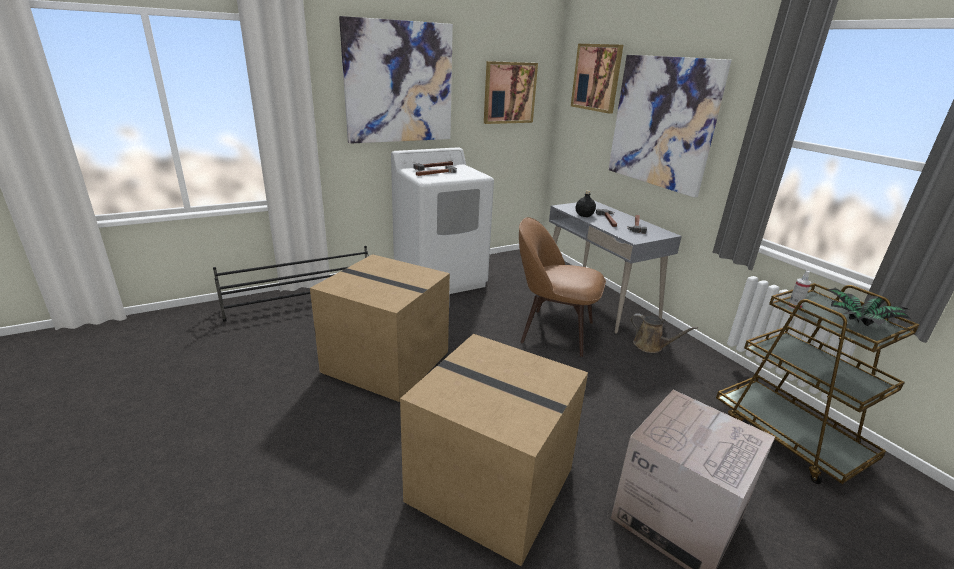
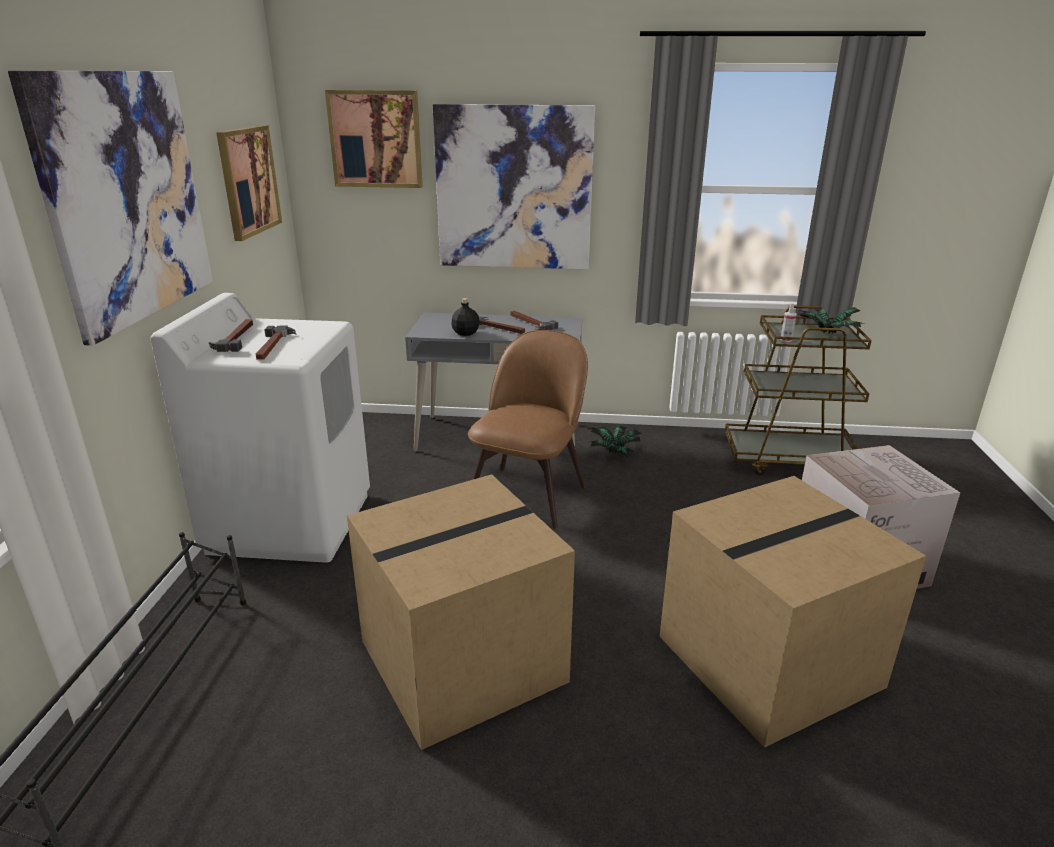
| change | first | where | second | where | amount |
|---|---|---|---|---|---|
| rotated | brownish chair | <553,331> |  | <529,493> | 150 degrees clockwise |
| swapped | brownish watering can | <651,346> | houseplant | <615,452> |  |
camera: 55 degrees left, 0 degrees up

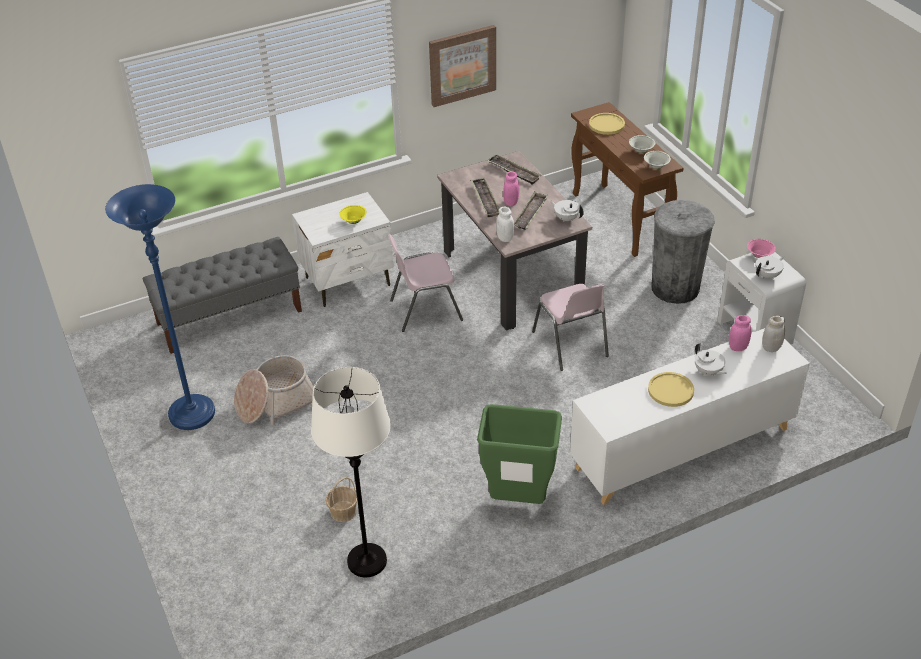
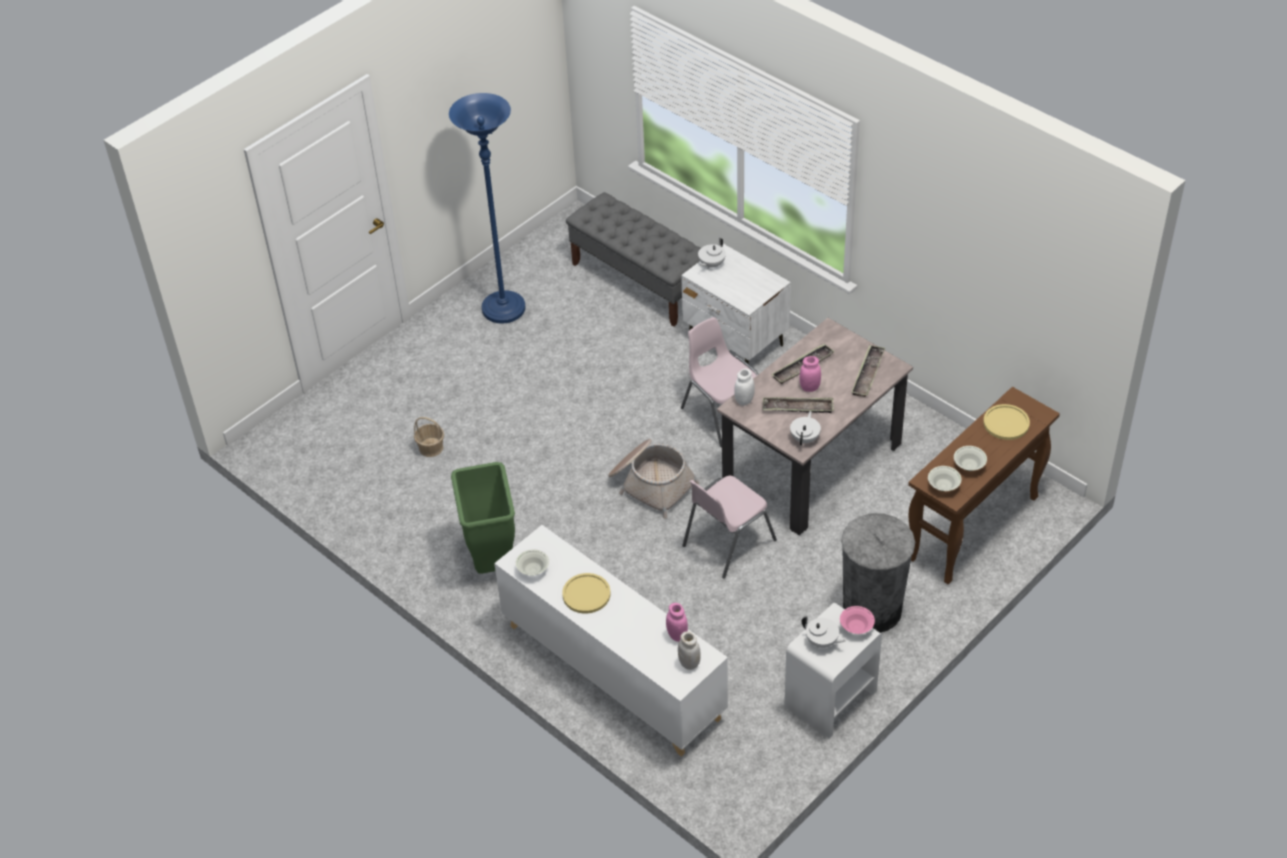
| change | first | where | second | where | amount |
|---|---|---|---|---|---|
| new |  |  | whitish deep dish | <533,570> |  |
| shifted | basket | <275,402> |  | <651,484> |  |
| shifted | whitish pot for tea | <708,372> |  | <711,264> |  |
| gone | whitish floor lamp | <366,561> |  |  |  |
| gone | yellow-coloured deep dish | <354,221> |  |  |  |
| gone | wall art | <462,65> |  |  |  |
camera: 70 degrees right, 5 degrees up

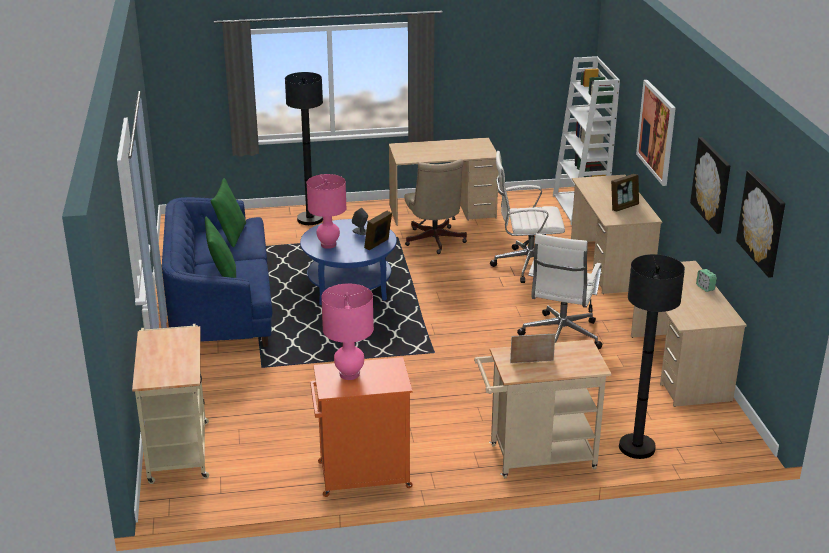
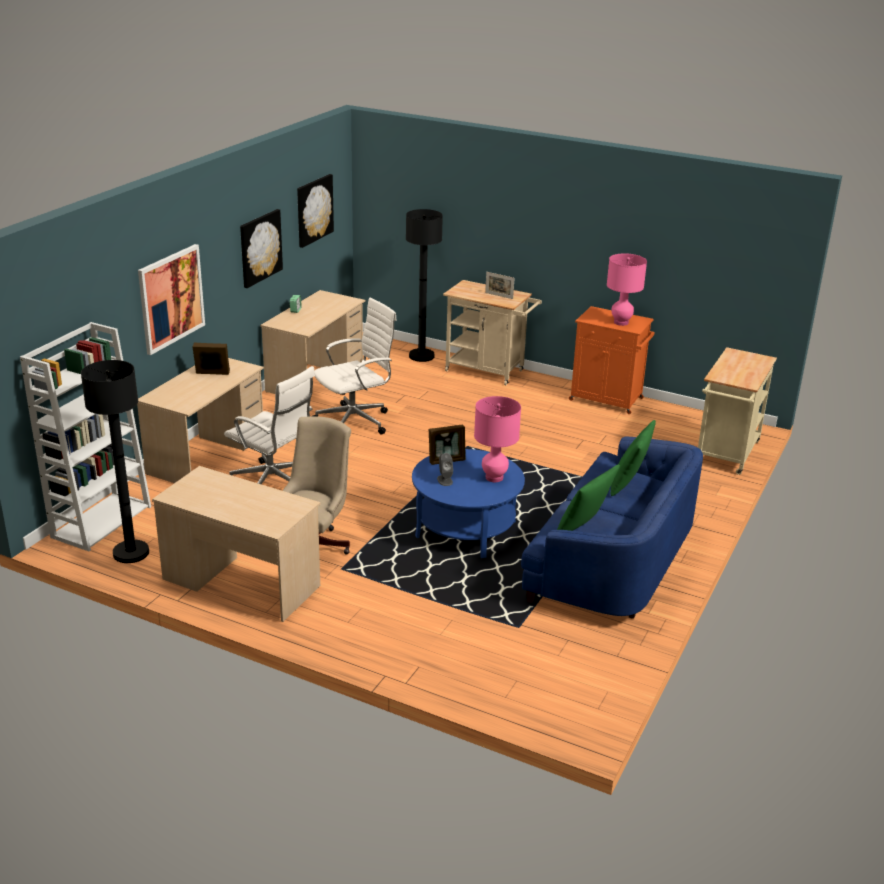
| change | first | where | second | where | amount |
|---|---|---|---|---|---|
| shifted | blackish floor lamp | <310,219> |  | <131,553> |  |
camera: 145 degrees left, 0 degrees up

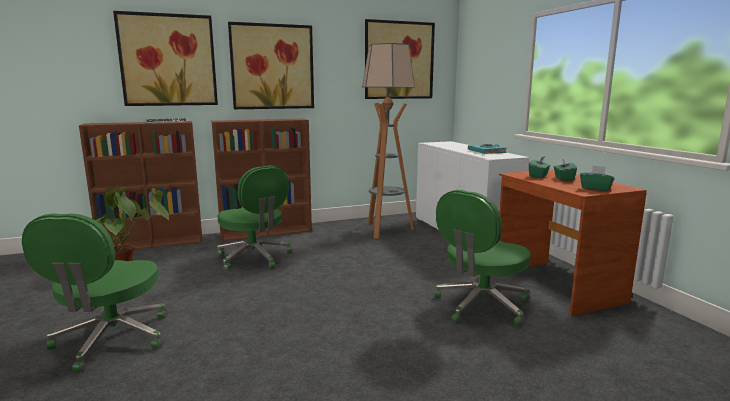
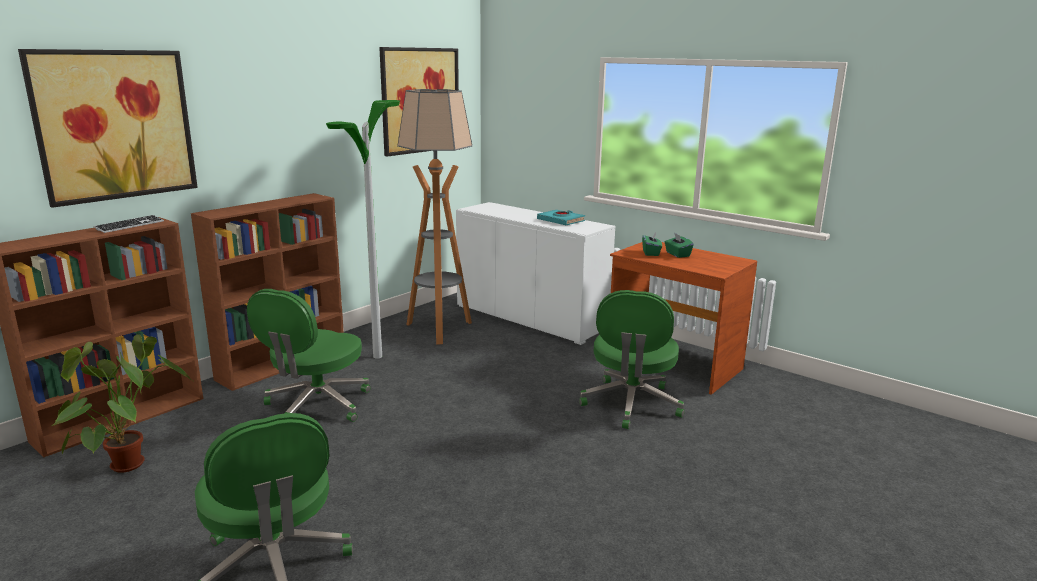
| change | first | where | second | where | amount |
|---|---|---|---|---|---|
| rotated | green desk chair | <254,258> |  | <316,406> | 90 degrees clockwise |
| new |  |  | floor lamp | <377,356> |  |
| gone | wall art | <272,67> |  |  |  |
| gone | green tissue holder | <595,189> |  |  |  |
camera: 30 degrees left, 5 degrees up

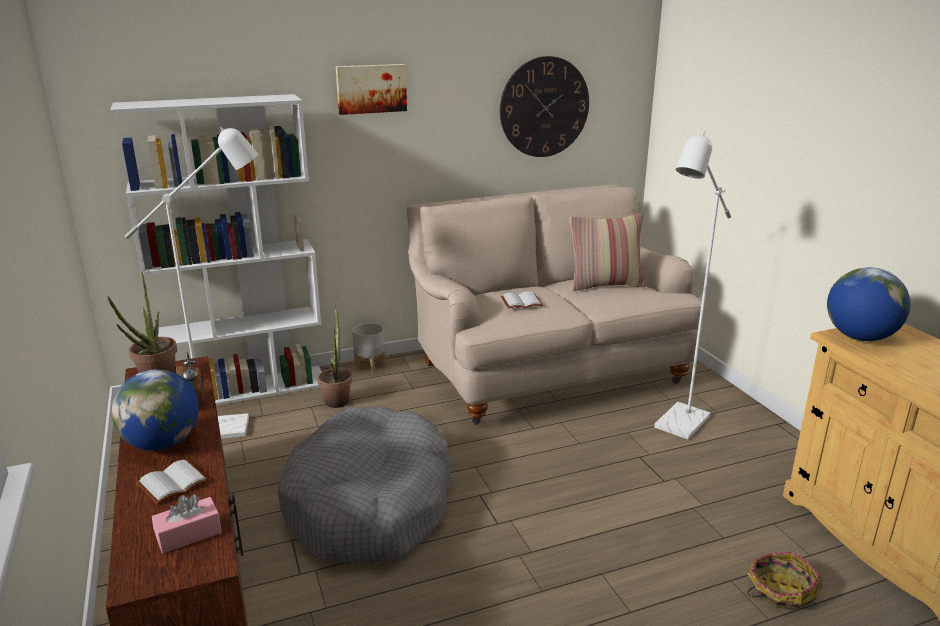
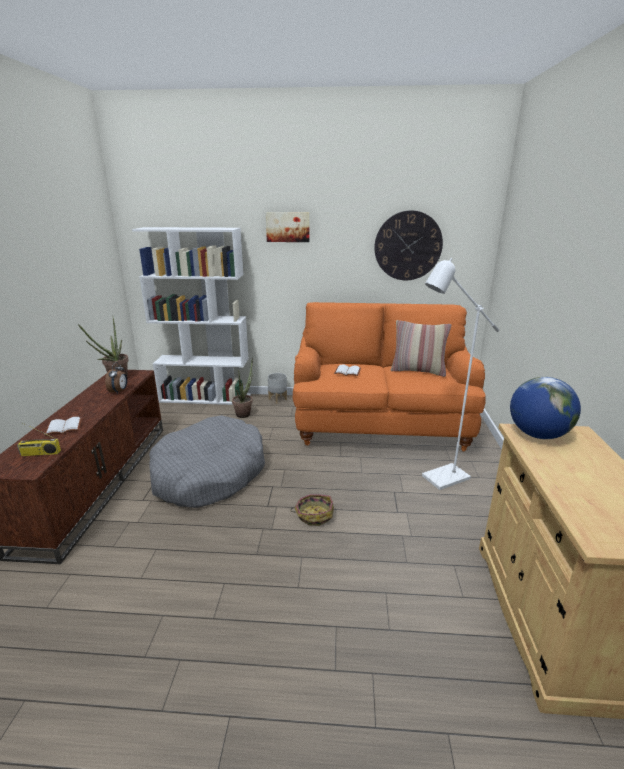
| change | first | where | second | where | amount |
|---|---|---|---|---|---|
| swapped | pink-coloured tissue holder | <189,534> | radio | <40,453> |  |
| shifted | basket | <780,590> |  | <314,515> |  |
| repainted | sand-coloured couch | <546,371> | orange-coloured couch | <380,424> |  |
| gone | globe | <162,443> |  |  |  |
| gone | whitish floor lamp | <231,428> |  |  |  |
camera: 25 degrees right, 0 degrees up

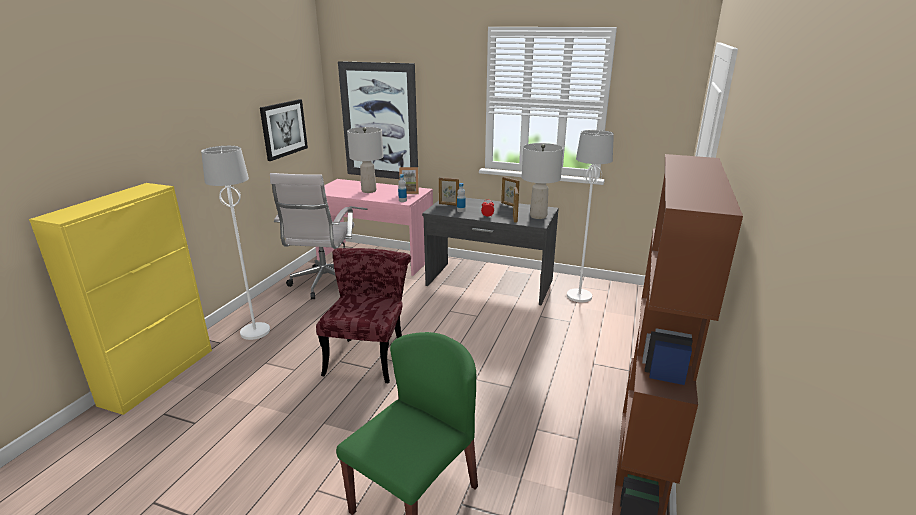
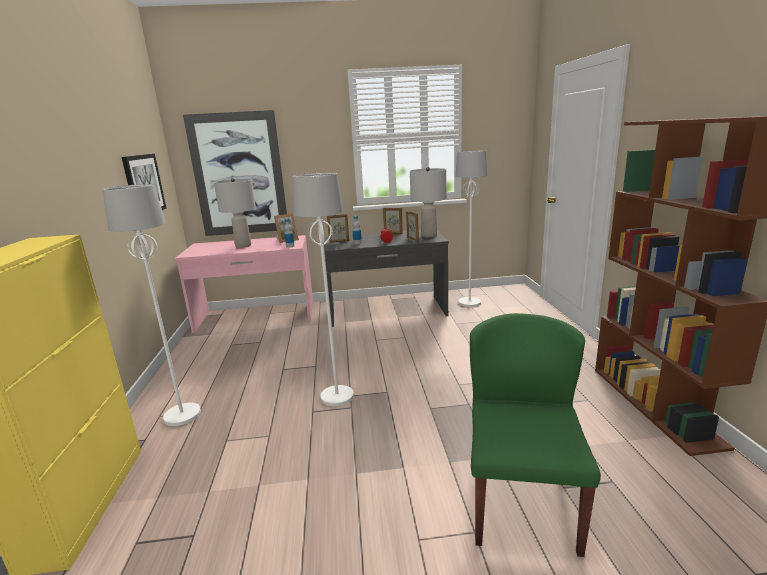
| change | first | where | second | where | amount |
|---|---|---|---|---|---|
| swapped | red-coloured chair | <369,354> | whitish floor lamp | <337,396> |  |
| gone | whitish desk chair | <323,284> |  |  |  |
camera: 25 degrees left, 5 degrees down

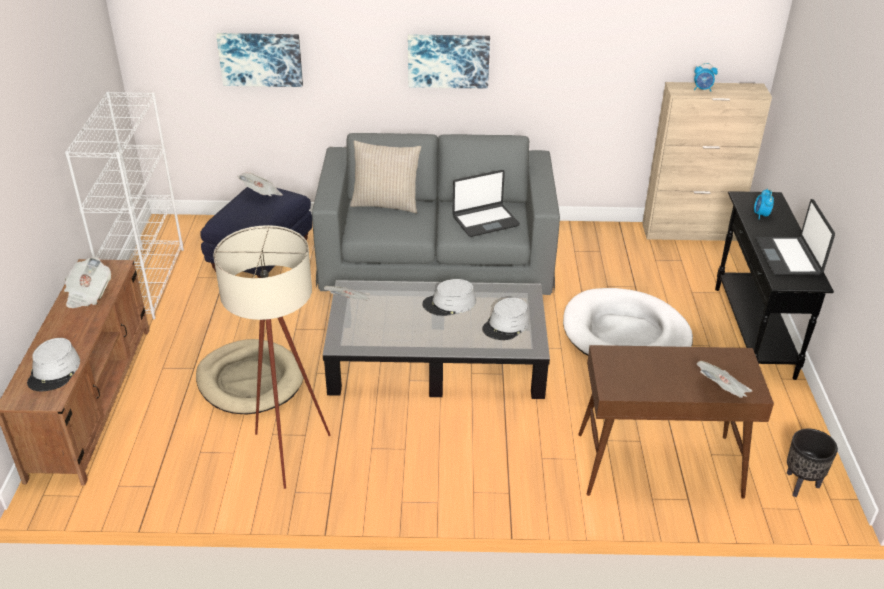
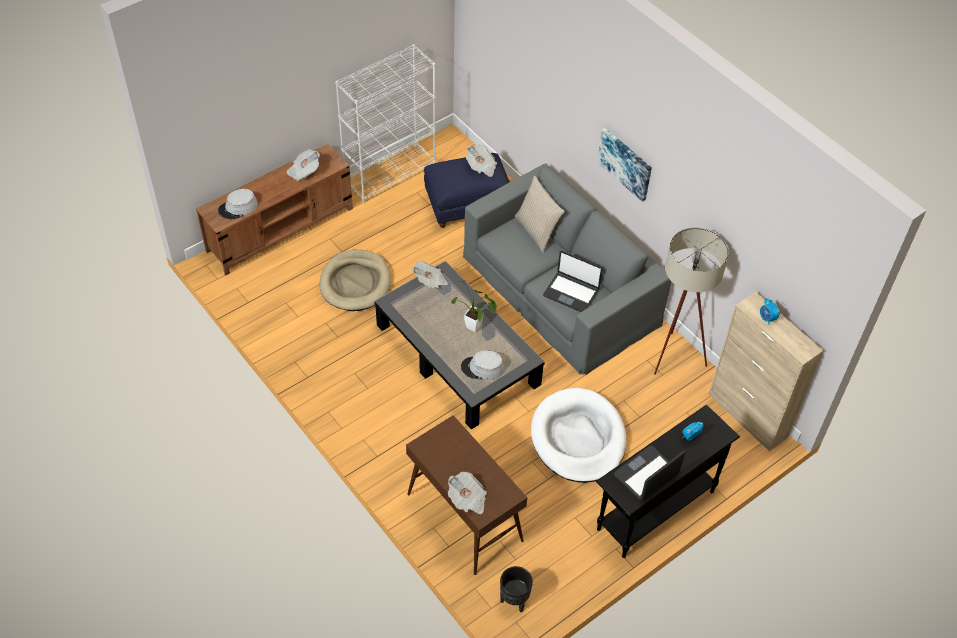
| change | first | where | second | where | amount |
|---|---|---|---|---|---|
| swapped | grey hat | <449,304> | houseplant | <476,328> |  |
| shifted | sand-coloured floor lamp | <288,459> |  | <672,361> |  |
| gone | wall art | <260,59> |  |  |  |
camera: 50 degrees right, 15 degrees up

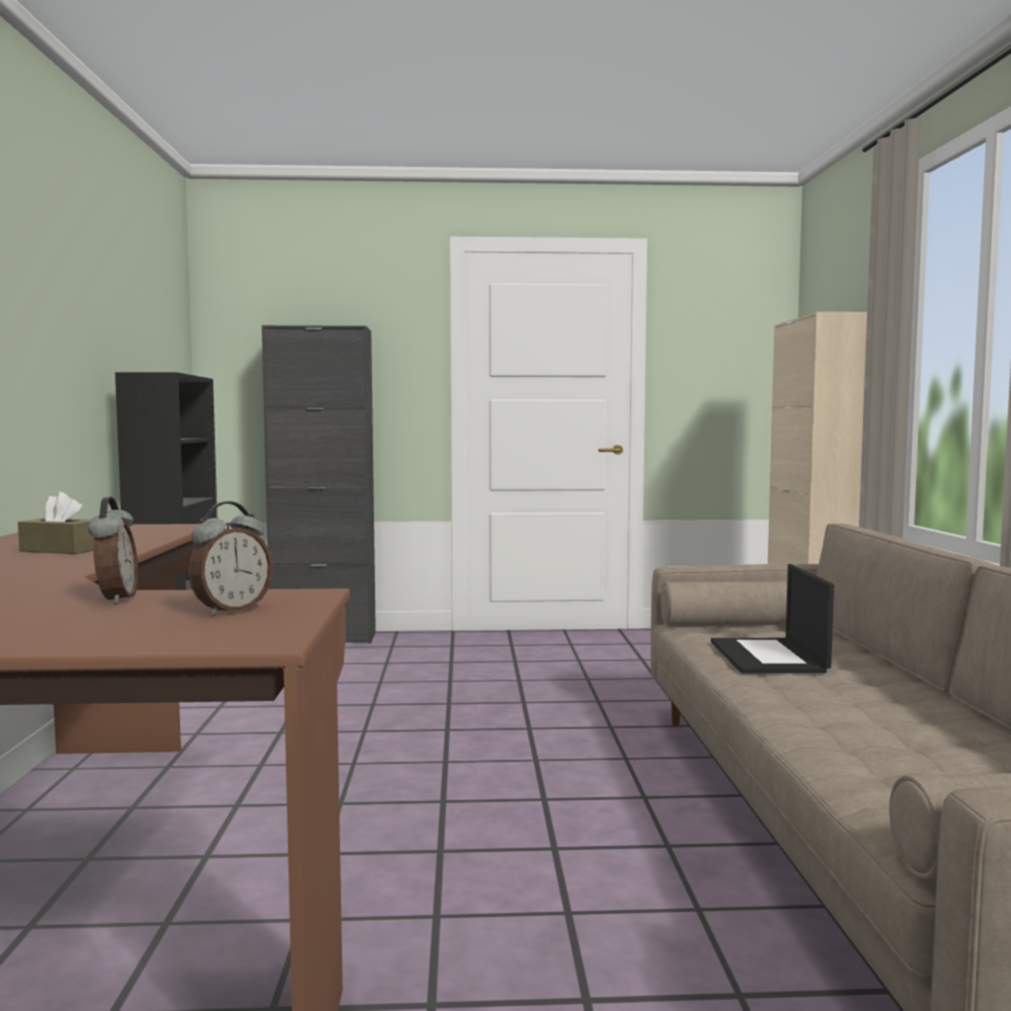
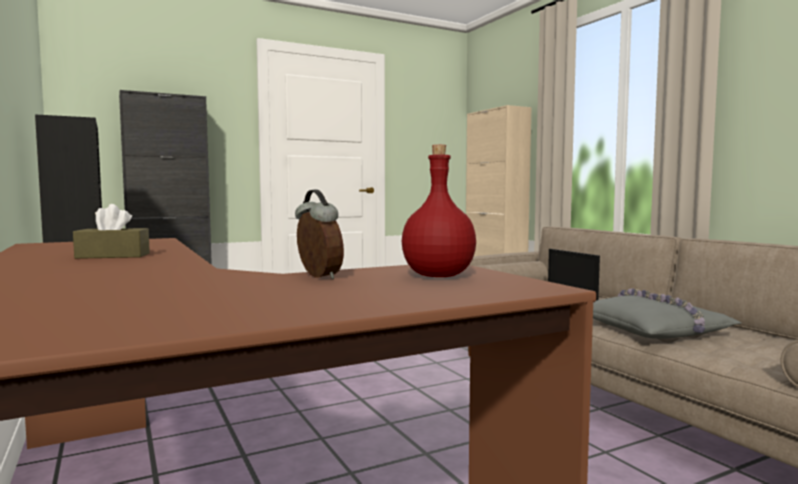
| change | first | where | second | where | amount |
|---|---|---|---|---|---|
| swapped | alarm clock | <231,610> | red-coloured bottle | <437,276> |  |
| new |  |  | grey throw pillow | <652,330> |  |
camera: 25 degrees left, 0 degrees up

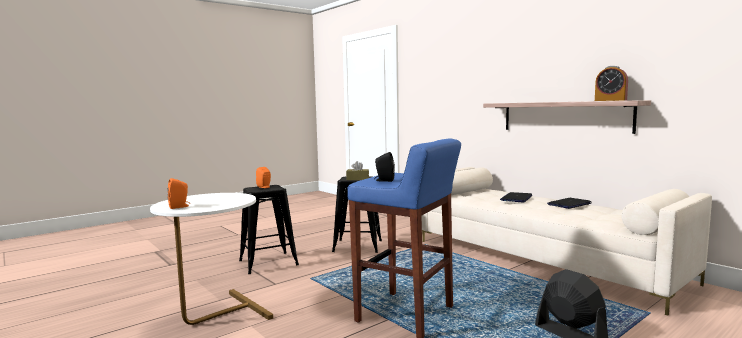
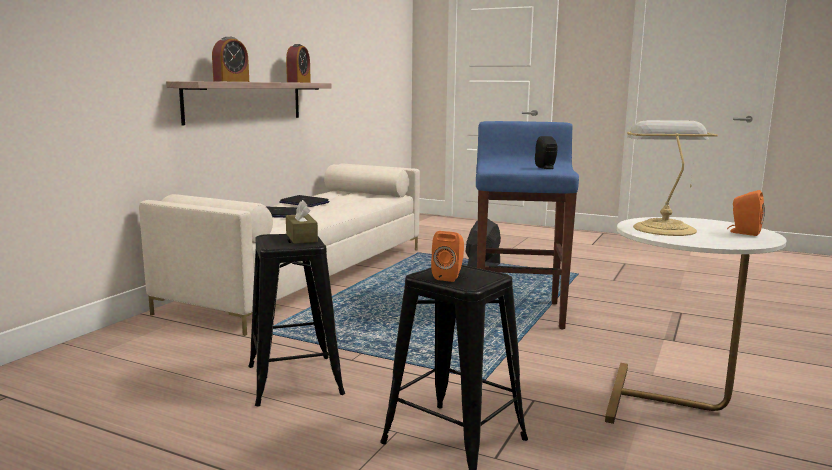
| change | first | where | second | where | amount |
|---|---|---|---|---|---|
| new |  |  | alarm clock | <231,81> |  |
| new |  |  | table lamp | <662,228> |  |
camera: 115 degrees left, 5 degrees up

